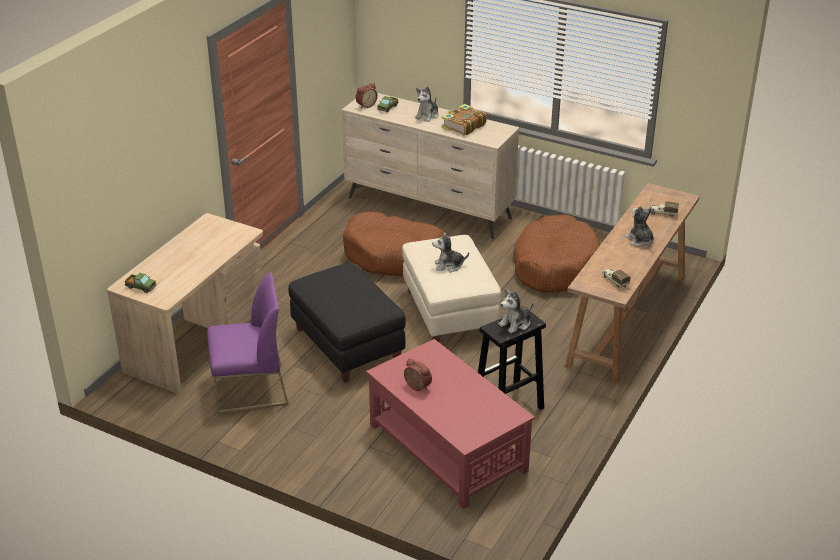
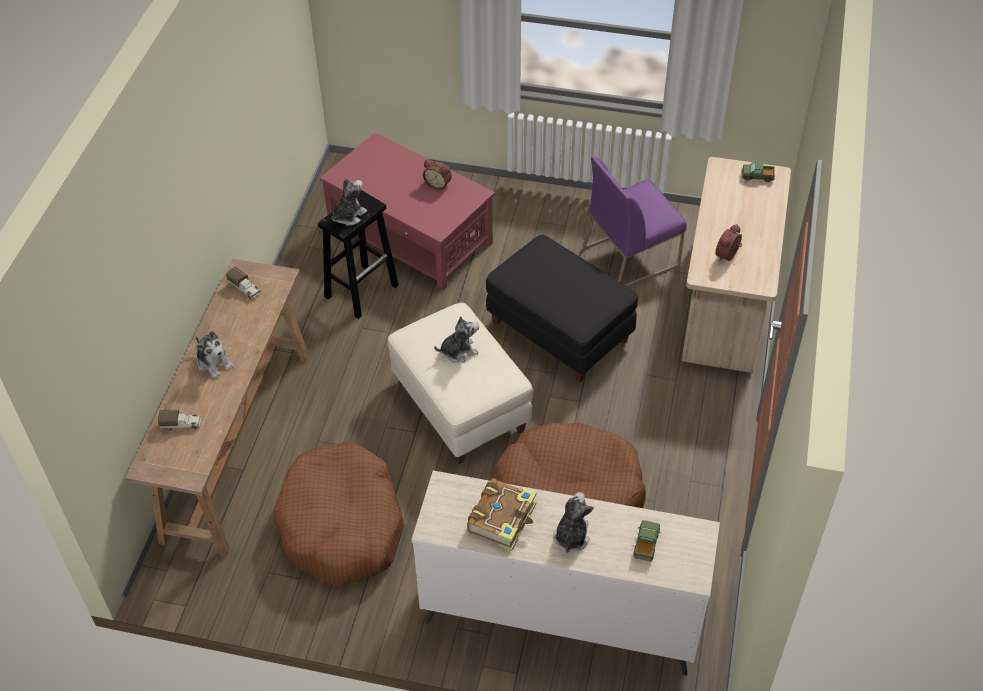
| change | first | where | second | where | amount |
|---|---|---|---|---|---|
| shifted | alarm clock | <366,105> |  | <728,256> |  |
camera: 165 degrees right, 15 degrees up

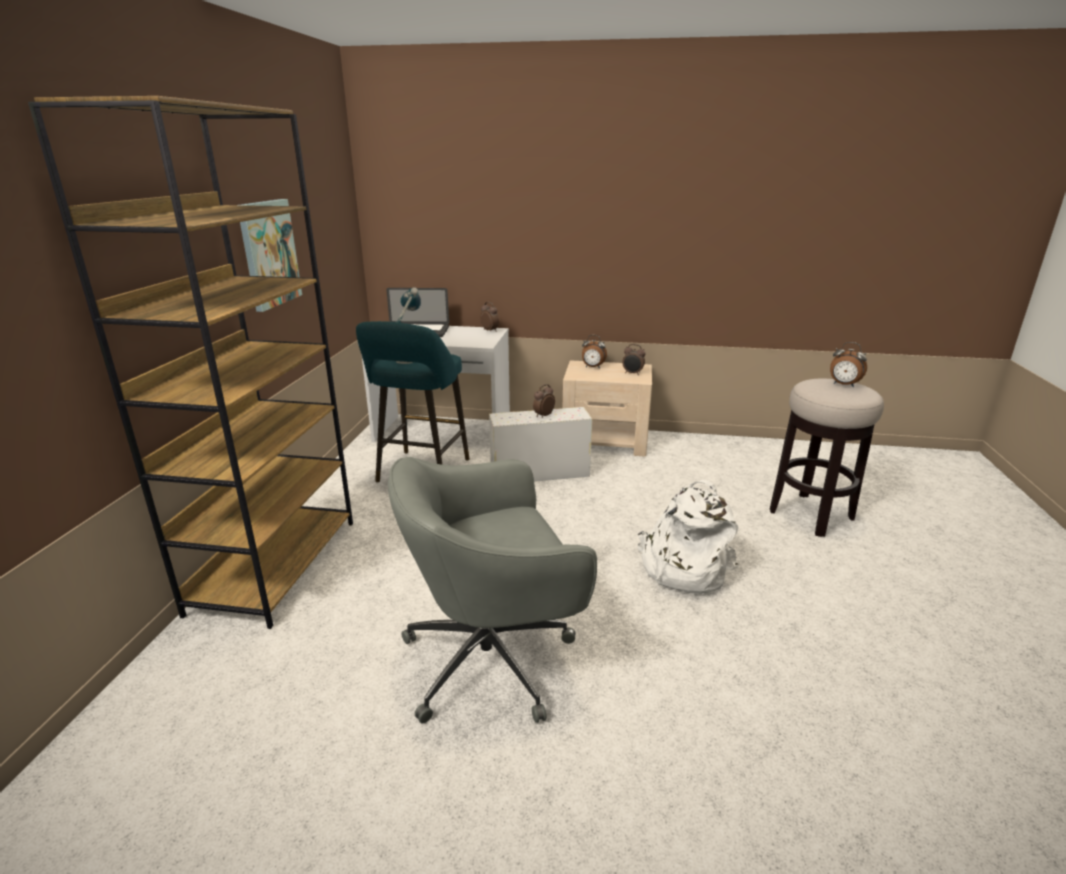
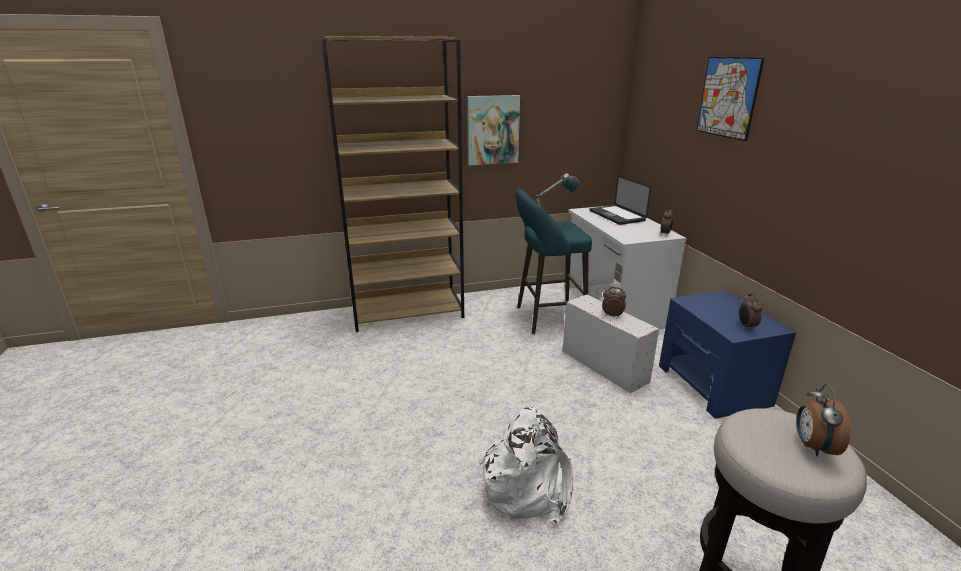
| change | first | where | second | where | amount |
|---|---|---|---|---|---|
| repainted | sand-coloured nightstand | <605,440> | bluish nightstand | <713,385> |  |
| new |  |  | wall art | <728,97> |  |
| gone | grey desk chair | <493,659> |  |  |  |
| gone | alarm clock | <593,367> |  |  |  |
camera: 65 degrees right, 0 degrees up

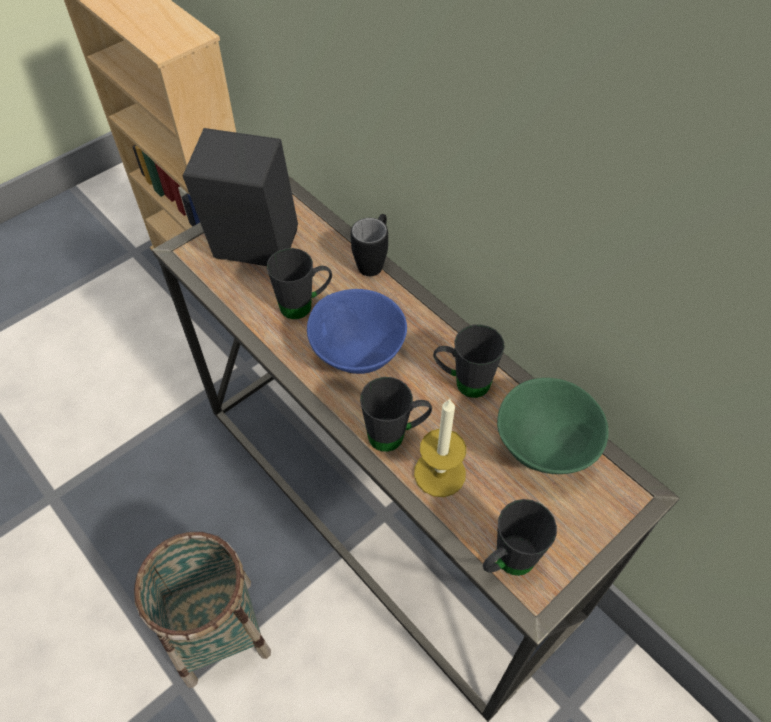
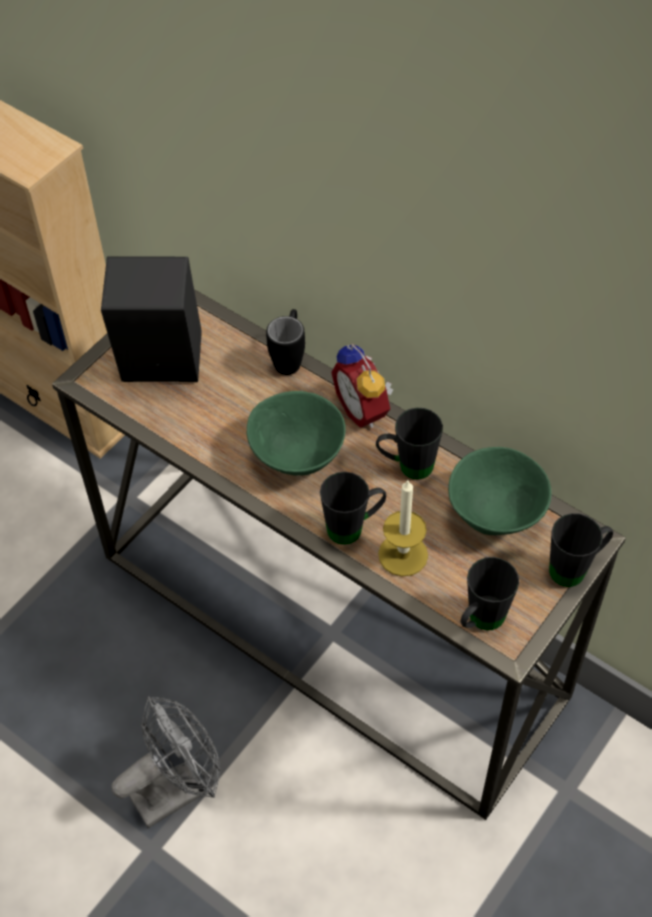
| change | first | where | second | where | amount |
|---|---|---|---|---|---|
| swapped | basket | <219,630> | grey electric fan | <177,788> |  |
| repainted | bluish deep dish | <356,356> | green deep dish | <296,458> |  |
| new |  |  | alarm clock | <364,409> |  |
| shifted | blackish tea mug | <304,305> |  | <575,568> |  |
camera: 10 degrees left, 0 degrees up

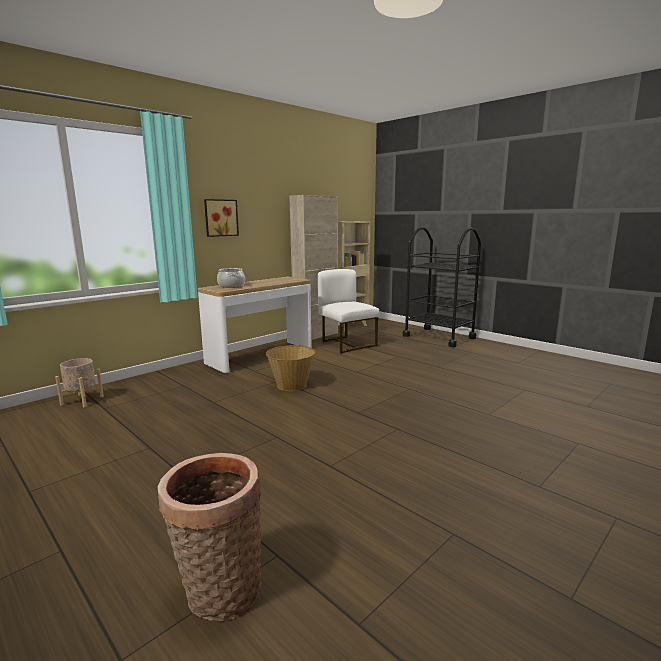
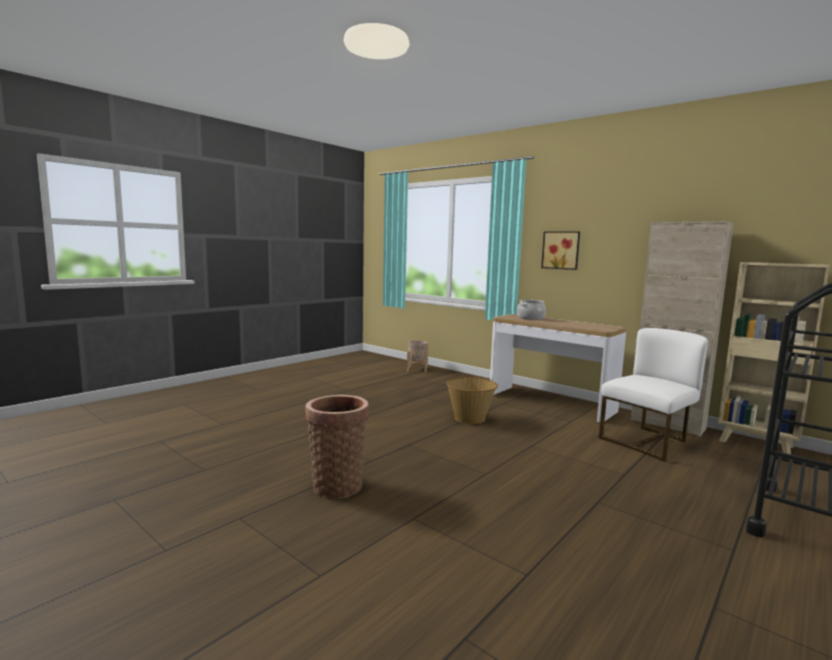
| change | first | where | second | where | amount |
|---|---|---|---|---|---|
| shifted | basket | <219,591> |  | <337,485> |  |
camera: 85 degrees right, 5 degrees down

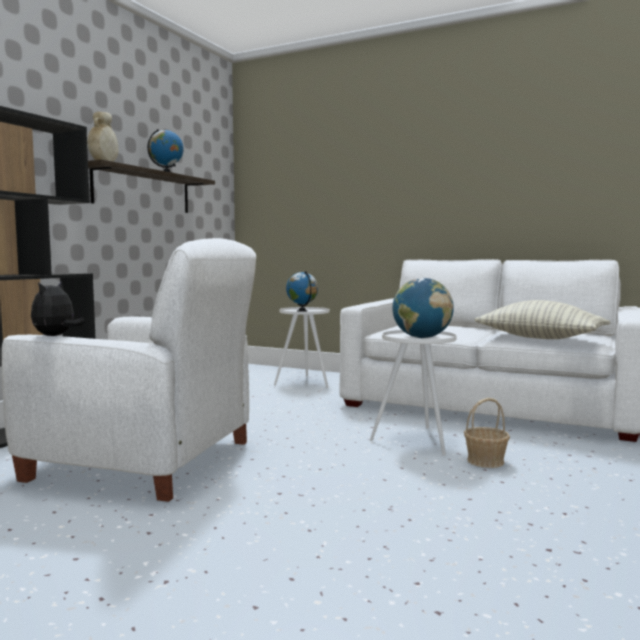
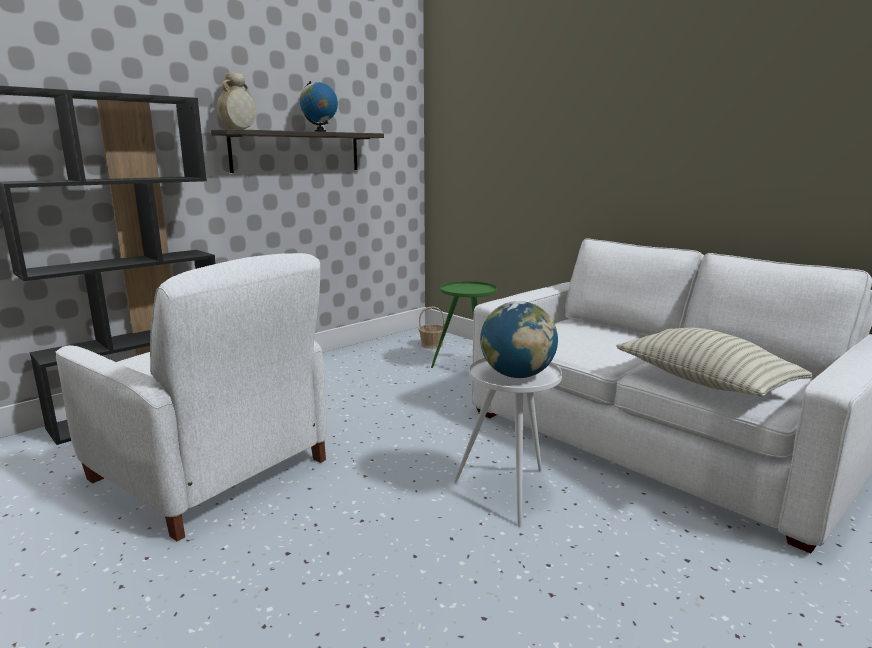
| change | first | where | second | where | amount |
|---|---|---|---|---|---|
| shifted | basket | <486,461> |  | <432,345> |  |
| repainted | whitish side table | <304,382> | green side table | <467,367> |  |
| gone | soft toy | <56,336> |  |  |  |
| gone | globe | <302,311> |  |  |  |
camera: 20 degrees right, 10 degrees up

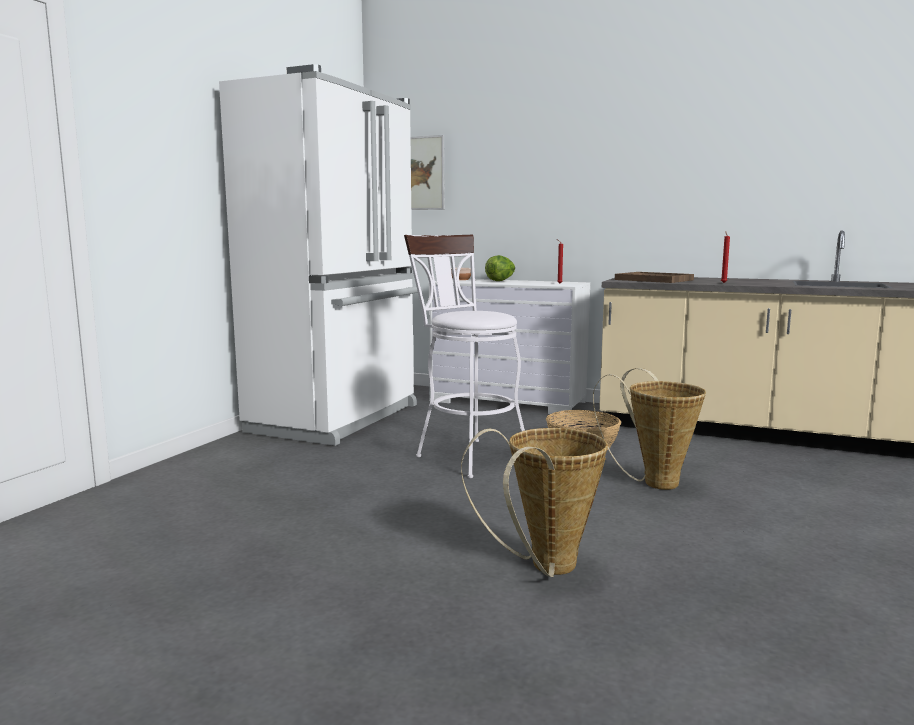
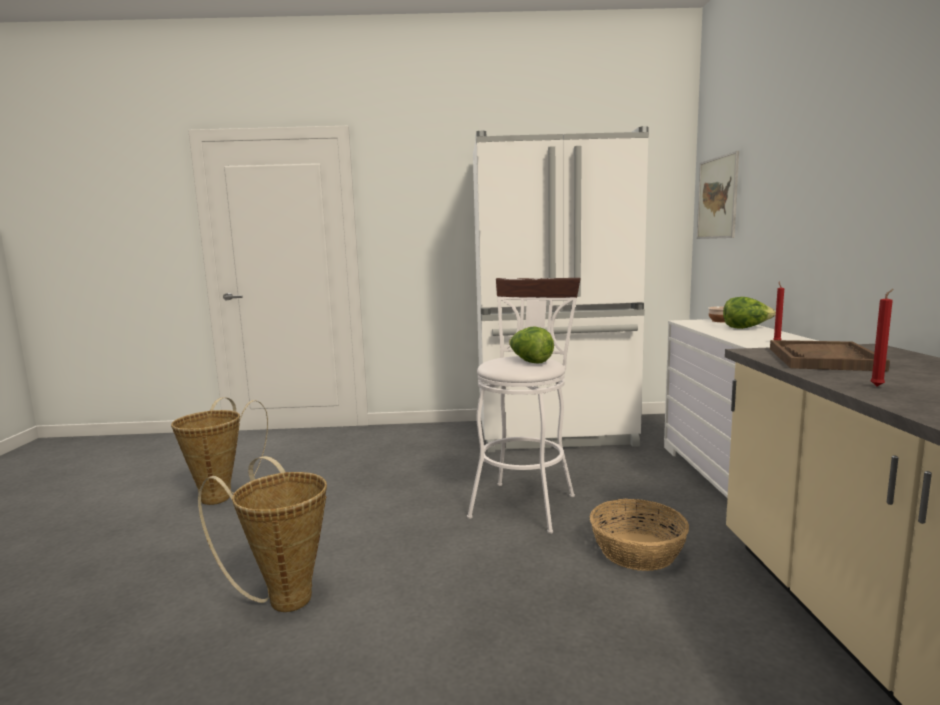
| change | first | where | second | where | amount |
|---|---|---|---|---|---|
| shifted | basket | <653,481> |  | <222,496> |  |
| new |  |  | lettuce head | <530,362> |  |
camera: 65 degrees right, 0 degrees up

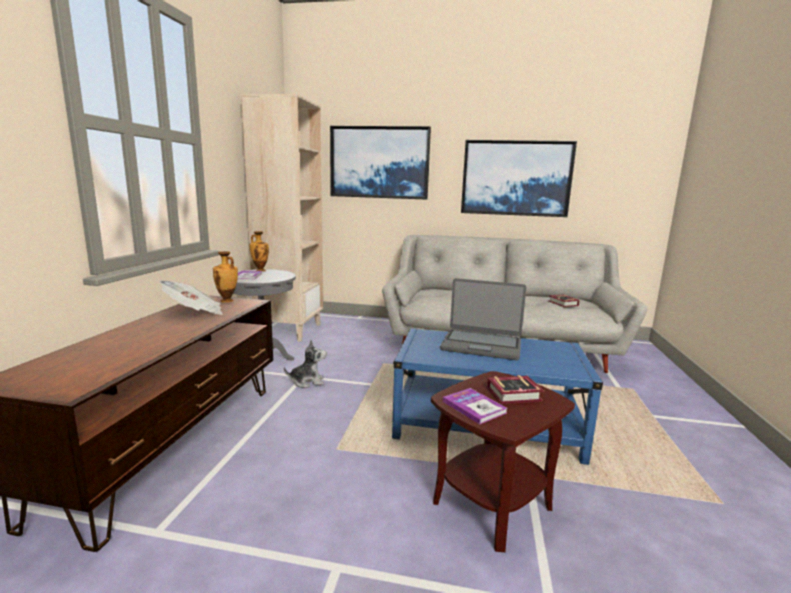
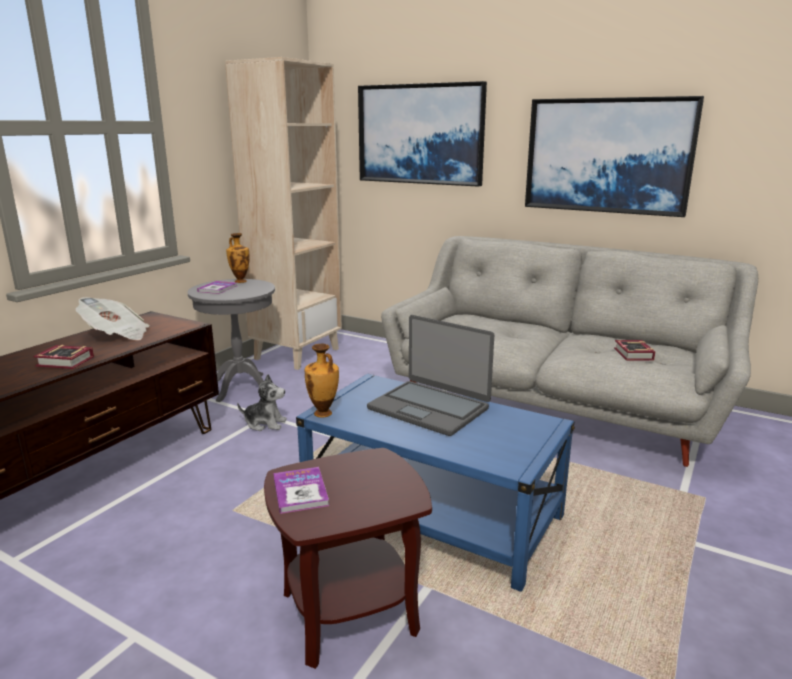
| change | first | where | second | where | amount |
|---|---|---|---|---|---|
| shifted | book | <516,395> |  | <66,362> |  |
| shifted | decorative vase | <227,301> |  | <323,414> |  |
camera: 20 degrees right, 5 degrees up

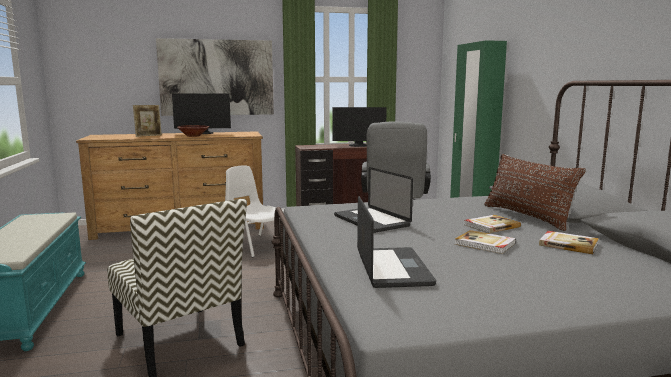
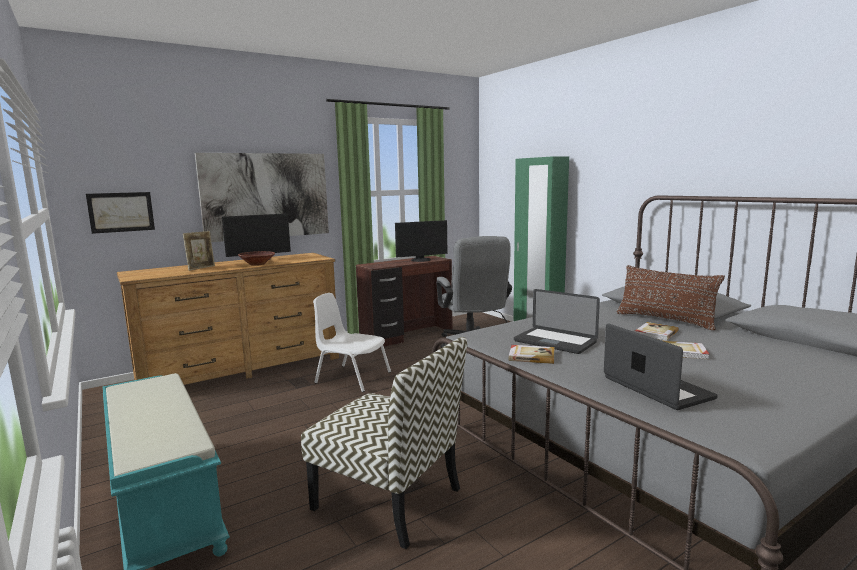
| change | first | where | second | where | amount |
|---|---|---|---|---|---|
| new |  |  | wall art | <121,212> |  |
| shifted | book | <568,244> |  | <531,356> |  |
camera: 20 degrees left, 0 degrees up

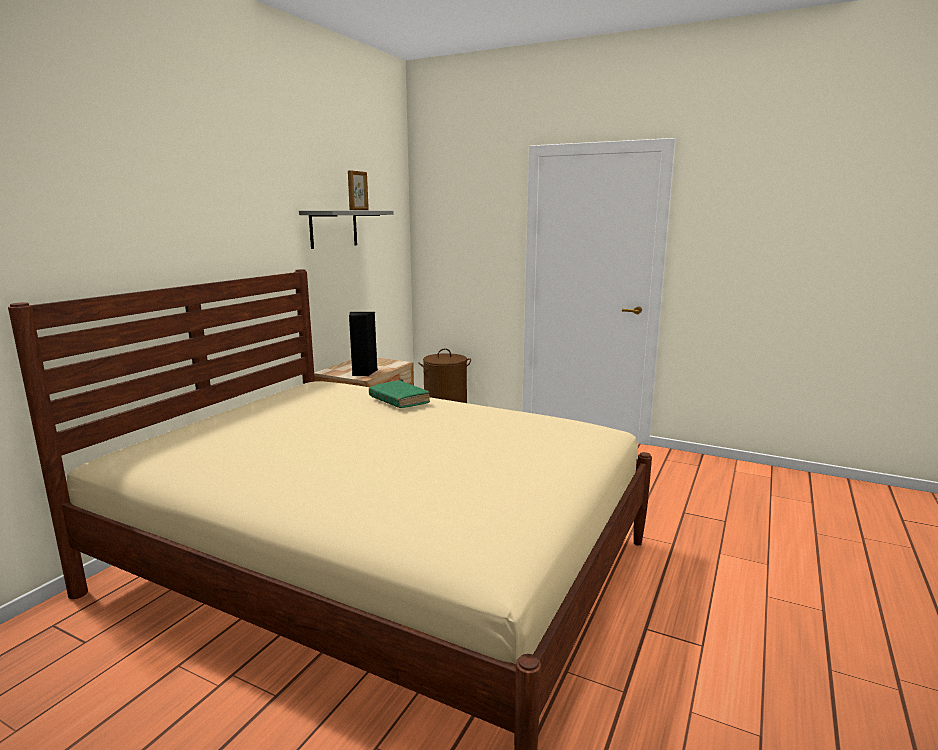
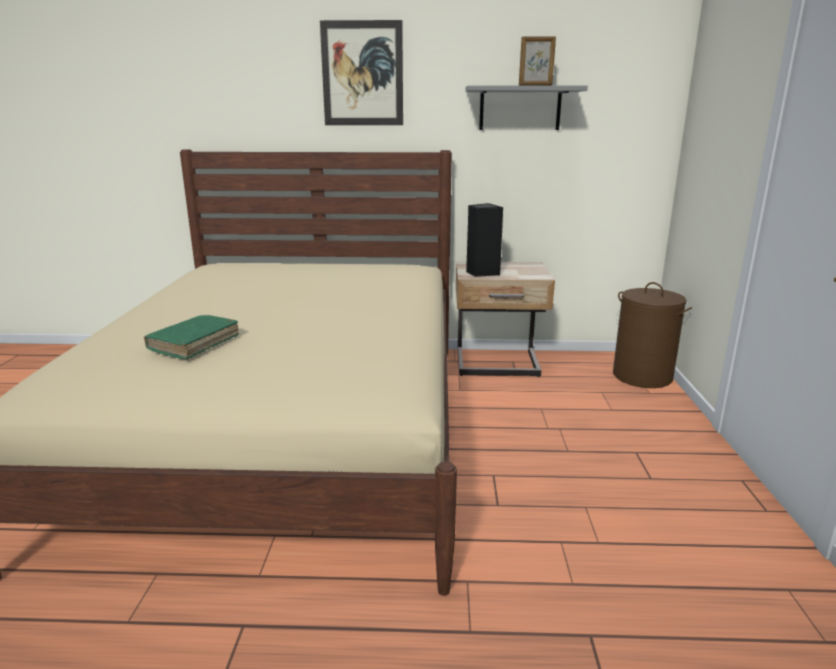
| change | first | where | second | where | amount |
|---|---|---|---|---|---|
| shifted | green book | <399,401> |  | <194,344> |  |
| new |  |  | wall art | <362,74> |  |
camera: 65 degrees right, 5 degrees up

